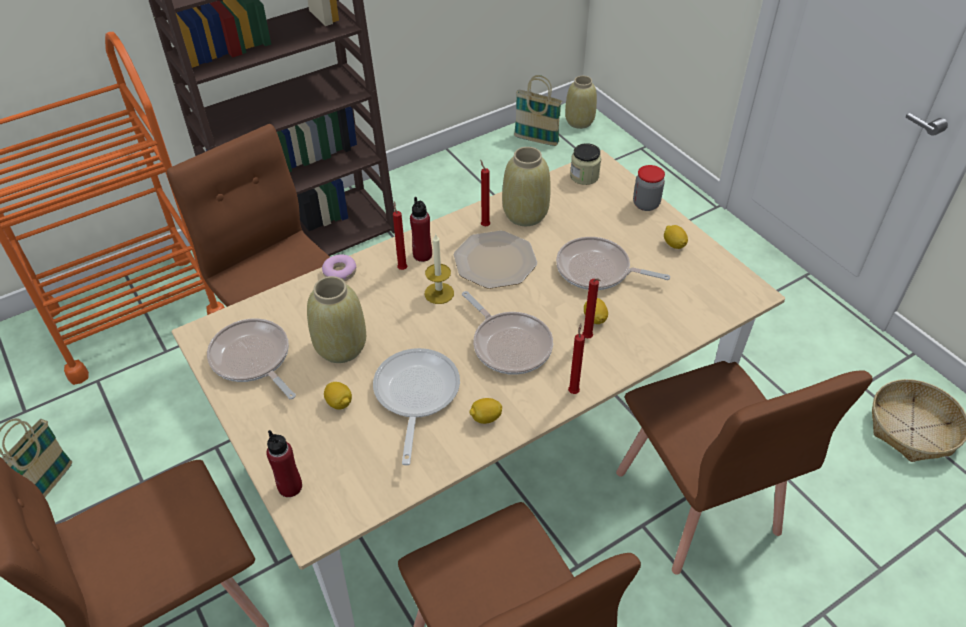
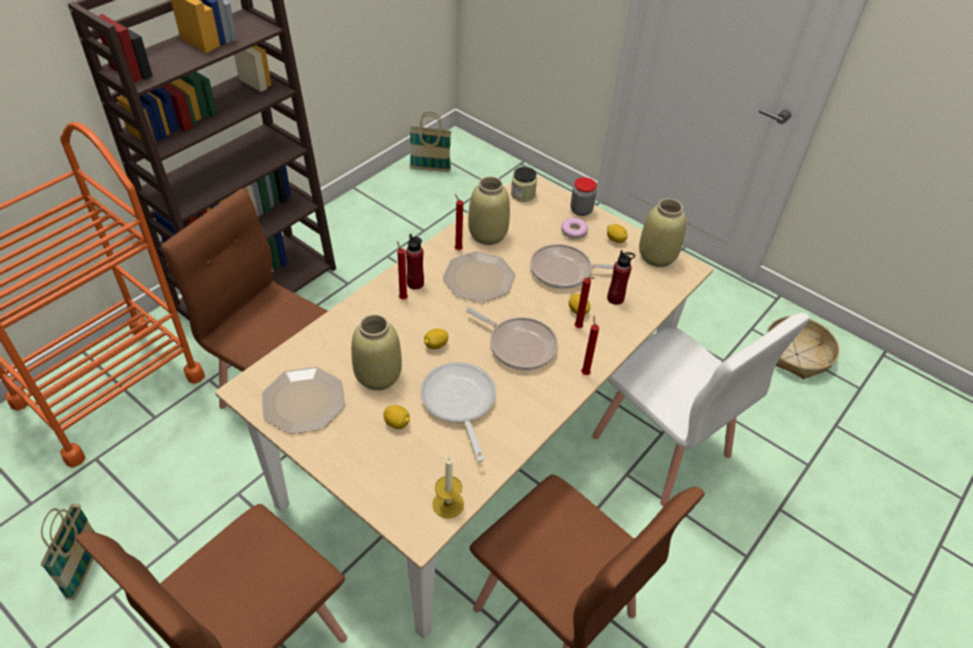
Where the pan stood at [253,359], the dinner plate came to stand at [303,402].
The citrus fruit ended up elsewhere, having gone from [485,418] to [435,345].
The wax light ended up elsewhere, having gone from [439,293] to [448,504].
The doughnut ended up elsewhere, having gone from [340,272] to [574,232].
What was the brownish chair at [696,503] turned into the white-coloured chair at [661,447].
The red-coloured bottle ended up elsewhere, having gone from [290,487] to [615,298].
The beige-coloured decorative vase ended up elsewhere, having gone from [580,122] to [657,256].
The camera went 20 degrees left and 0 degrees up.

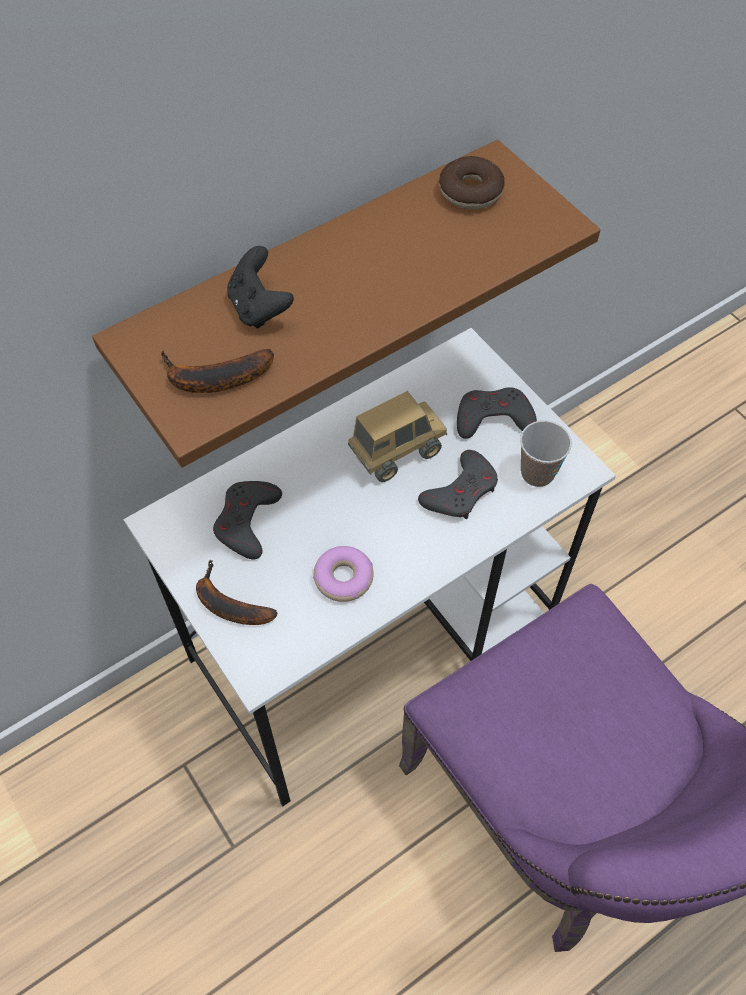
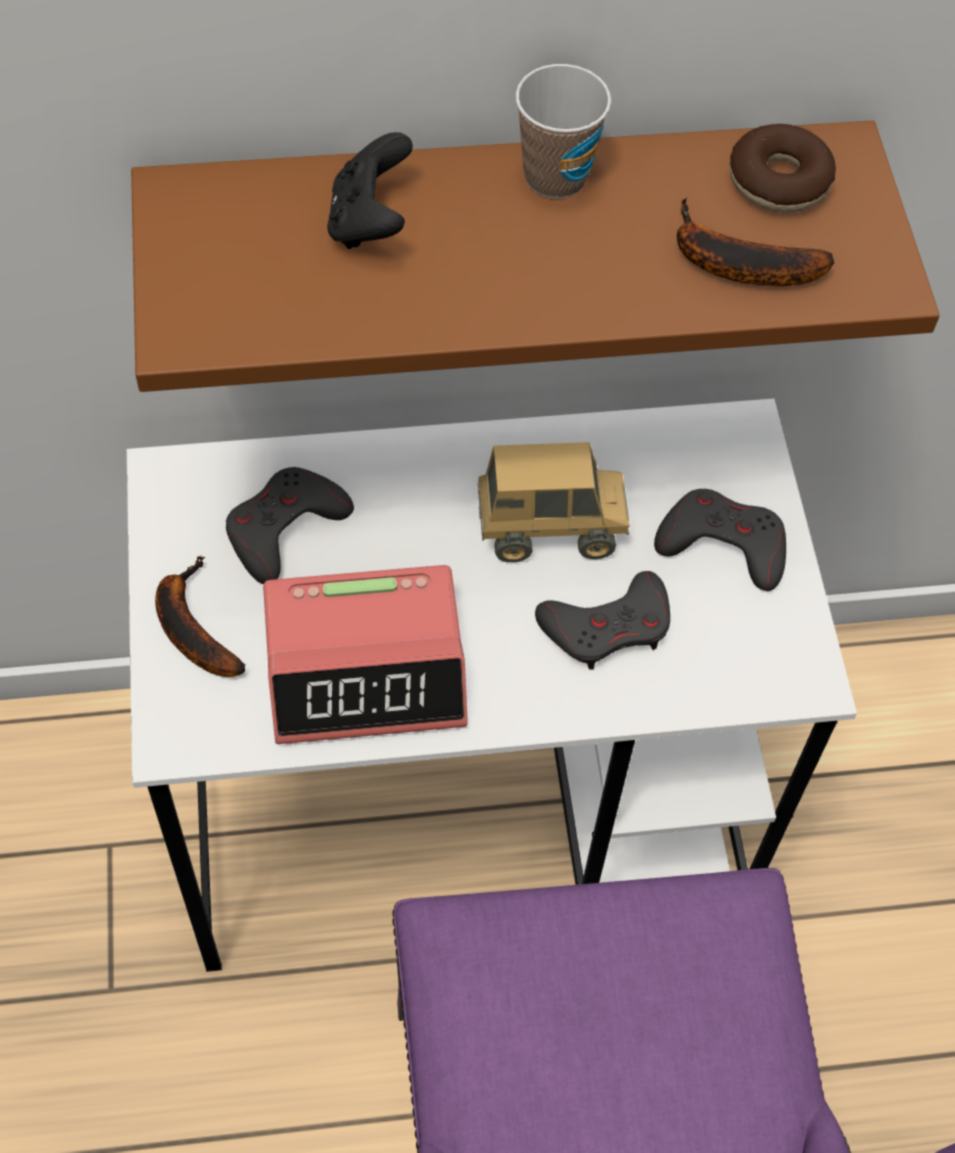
Where the doughnut stood at [344,578], the alarm clock came to stand at [366,668].
The small cup ended up elsewhere, having gone from [537,473] to [555,177].
The banana ended up elsewhere, having gone from [213,379] to [735,263].
The camera went 25 degrees right and 0 degrees up.

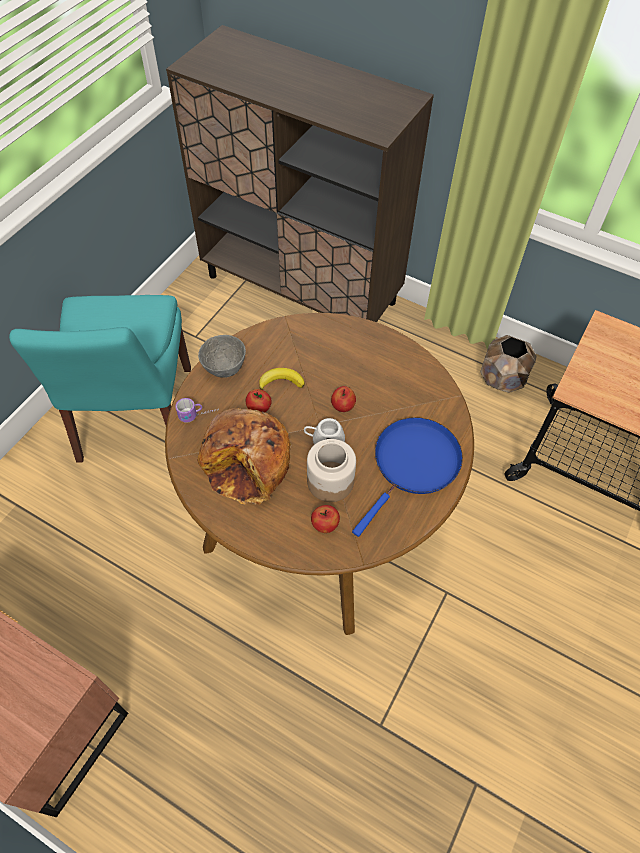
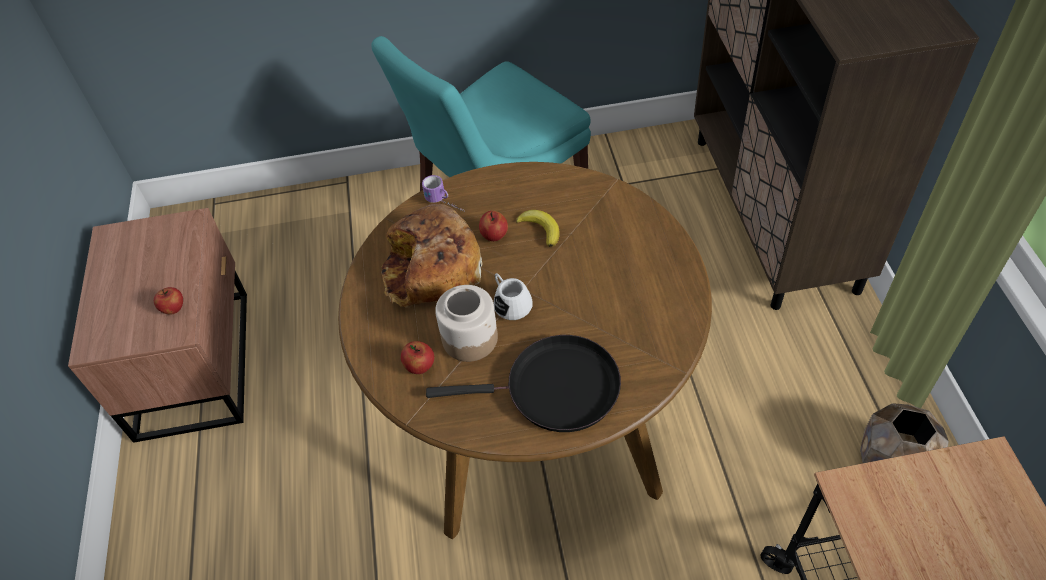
The apple ended up elsewhere, having gone from [343,407] to [174,309].
What was the bluish pan at [413,464] turned into the blackish pan at [555,389].
The second view lost the grey deep dish at [225,370].
The camera went 55 degrees right and 5 degrees down.

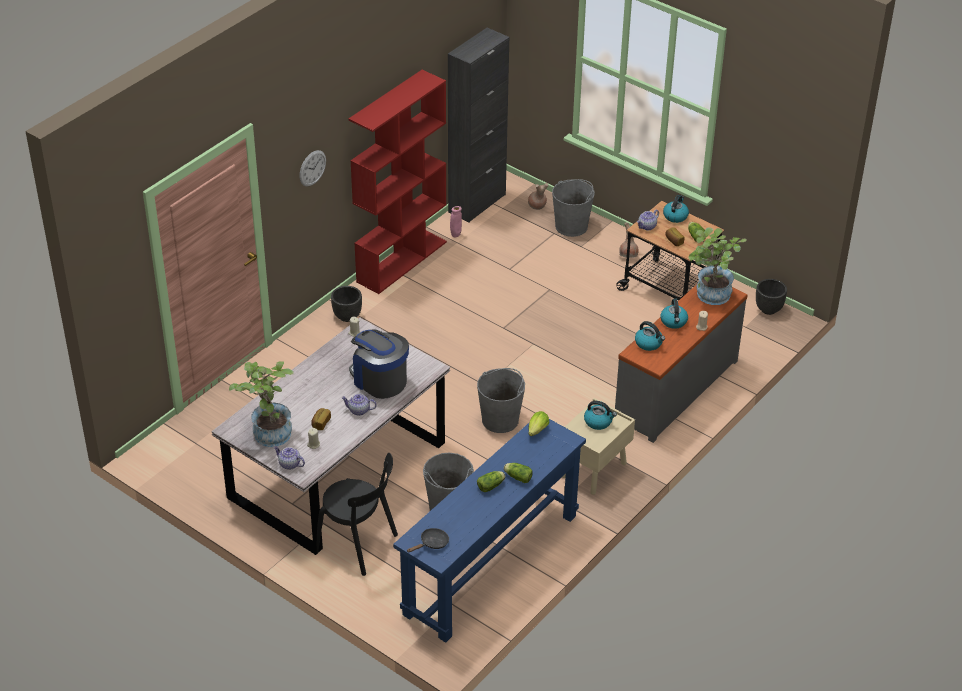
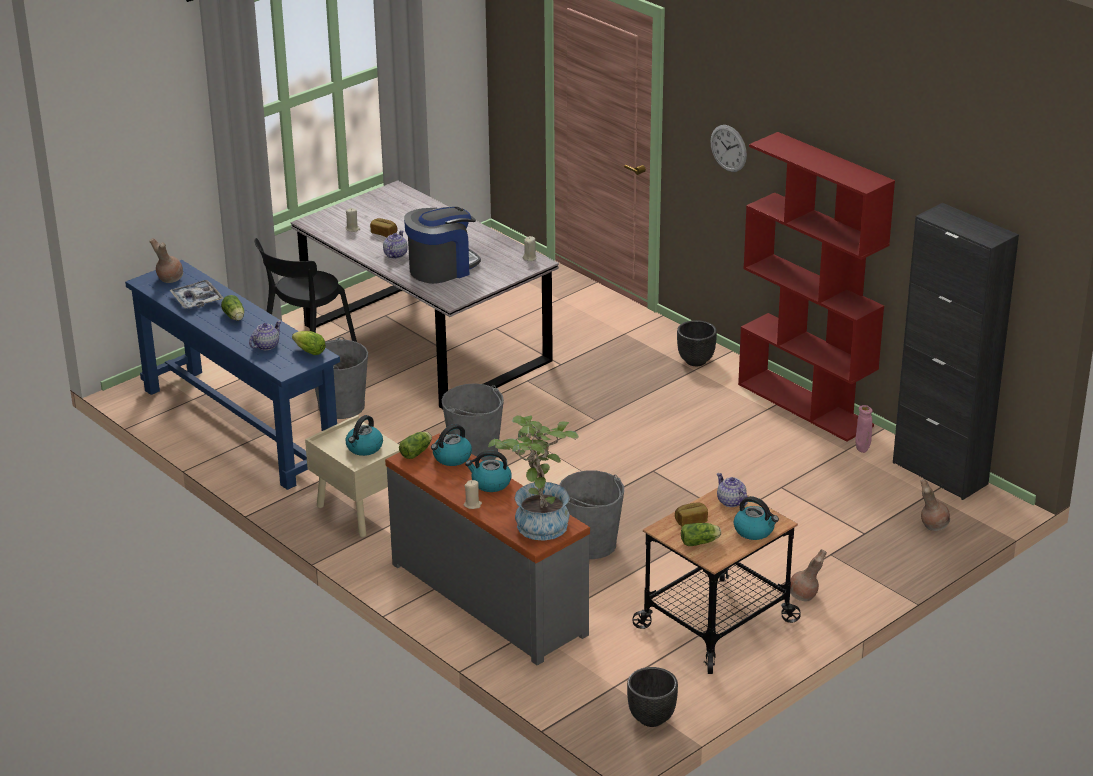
Where the blackish pan stood at [432,543], the brownish decorative vase came to stand at [169,279].
The second view gained the carrying tray at [197,299].
The tea pot ended up elsewhere, having gone from [289,464] to [266,345].
The lettuce ended up elsewhere, having gone from [517,477] to [417,452].
The grey pail ended up elsewhere, having gone from [571,226] to [591,544].
The second view lost the houseplant at [268,431].
The camera went 100 degrees right and 10 degrees down.

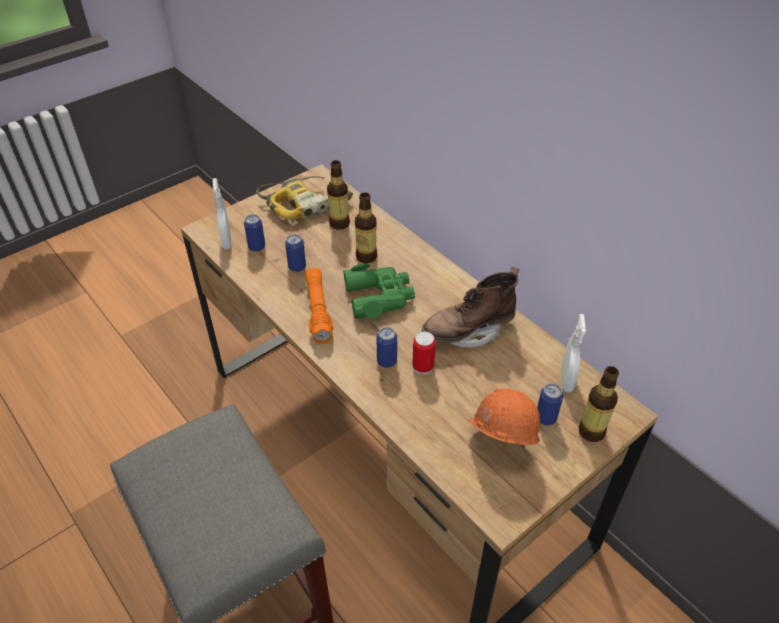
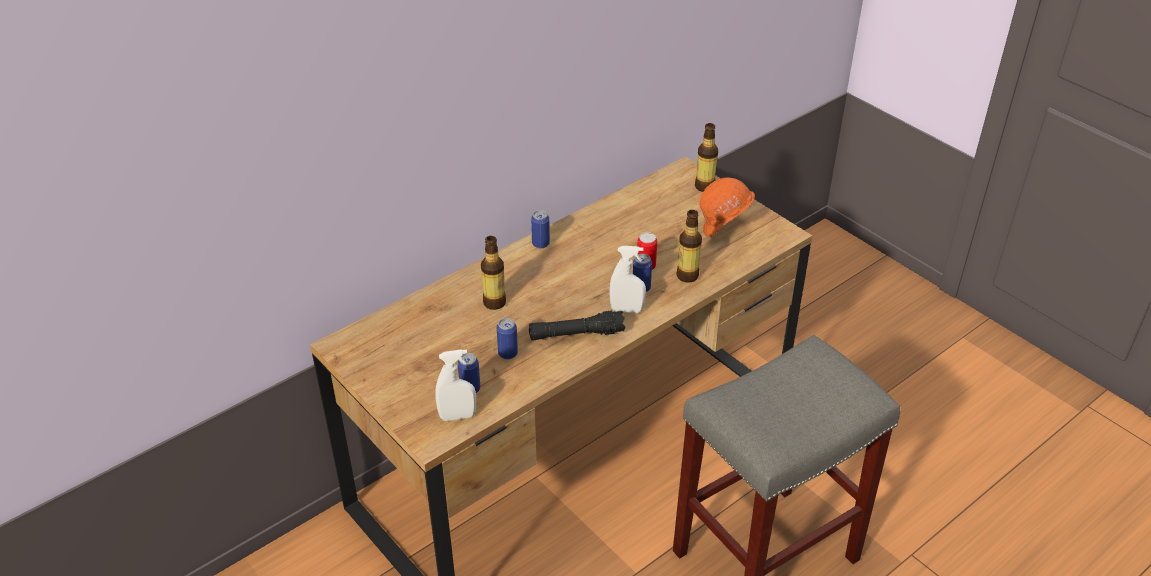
What was the orange-coloured flashlight at [318,311] turned into the blackish flashlight at [576,334].
The sealed can ended up elsewhere, having gone from [545,418] to [540,244].
The white-coloured spray bottle ended up elsewhere, having gone from [566,381] to [627,310].
The bottle ended up elsewhere, having gone from [339,223] to [687,276].
The second view lost the drill at [306,202].
The second view lost the green binoculars at [379,297].
The second view lost the brownish tall boot at [468,331].
The camera went 90 degrees left and 5 degrees down.

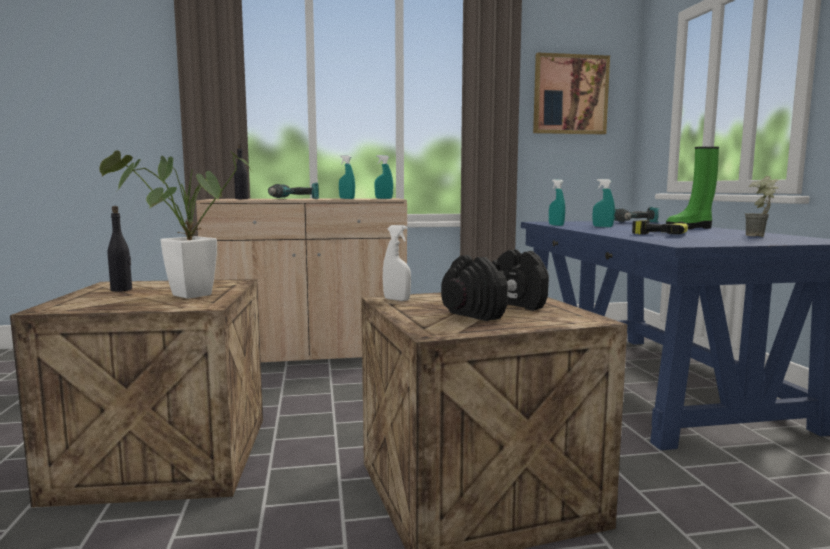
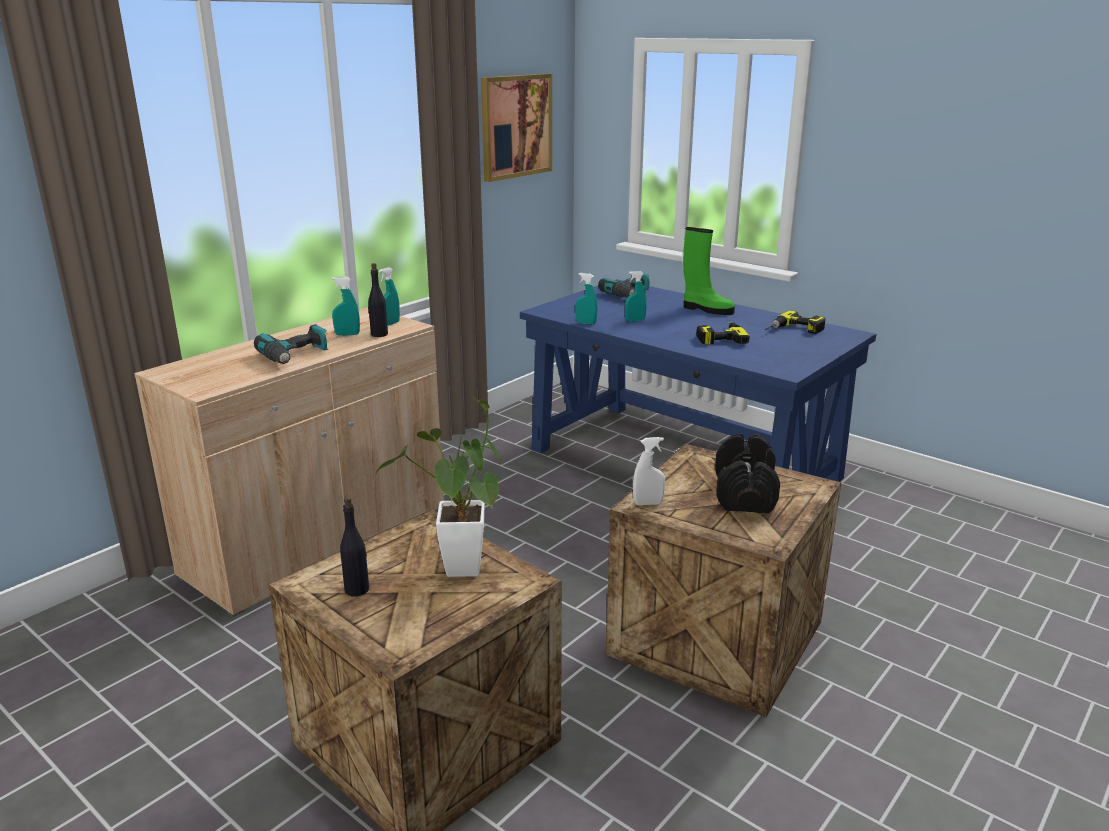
The blackish bottle ended up elsewhere, having gone from [241,199] to [379,334].
The green tall boot at [690,228] ended up facing another way, 90 degrees counterclockwise from before.
Where the houseplant stood at [760,236], the drill came to stand at [793,330].
The camera went 40 degrees left and 15 degrees up.

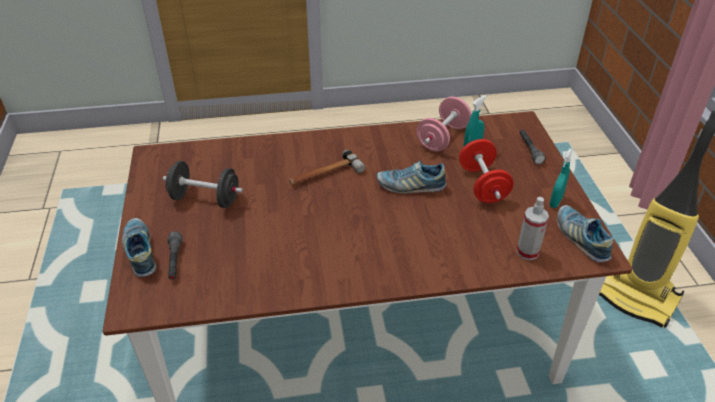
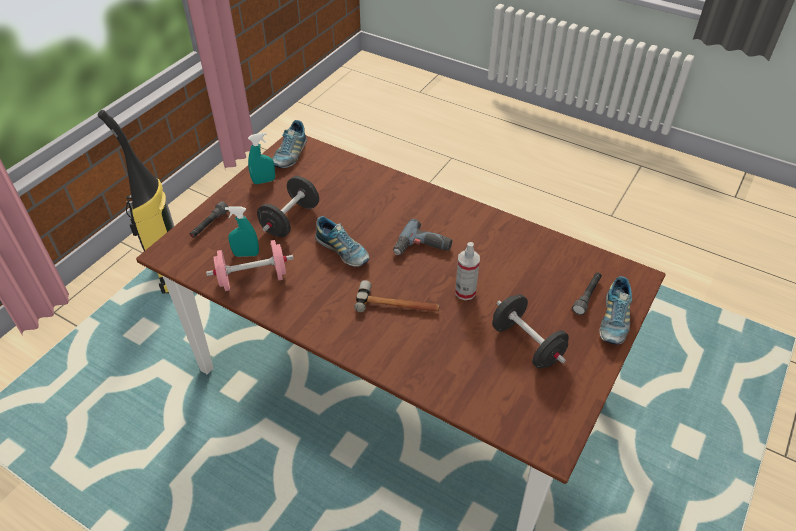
What was the red-coloured hand weight at [483,185] turned into the blackish hand weight at [290,220].
The second view gained the drill at [422,248].
The spray bottle ended up elsewhere, having gone from [527,252] to [465,292].
The camera went 140 degrees left and 5 degrees up.

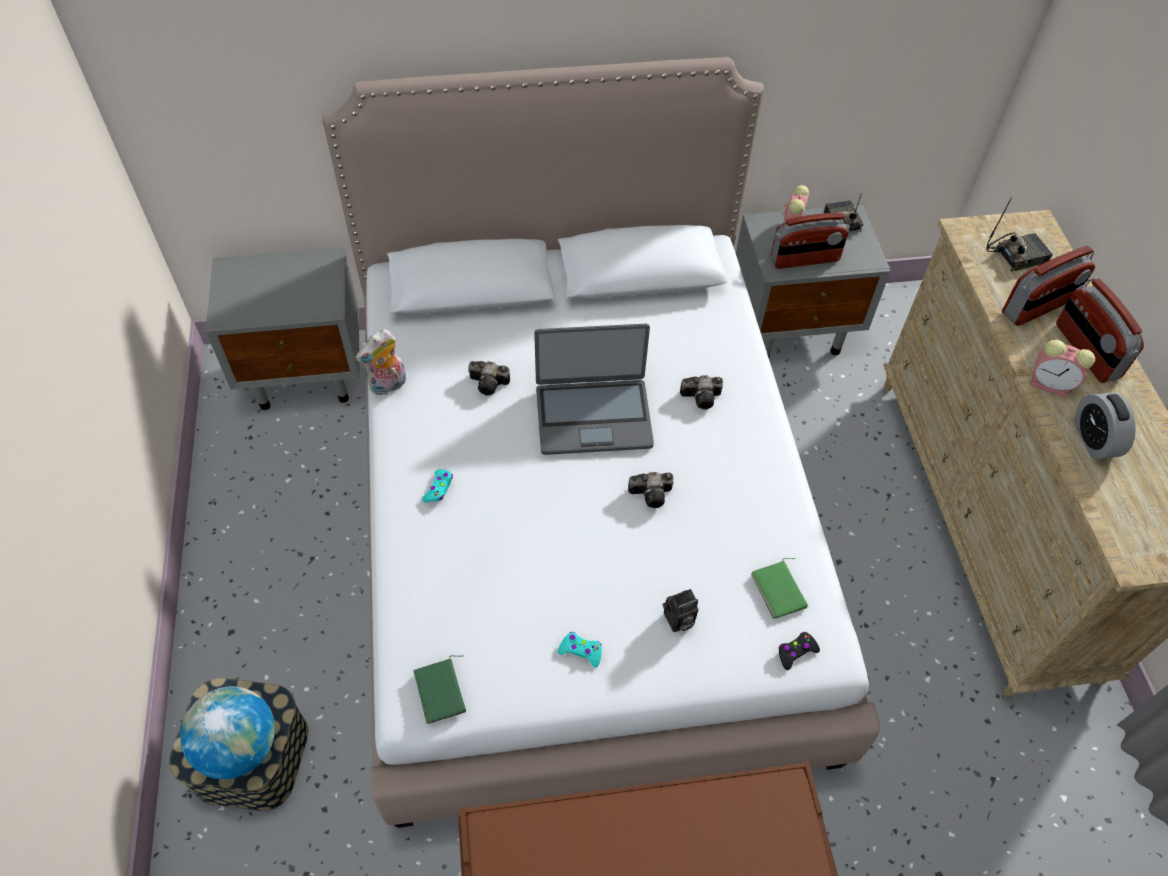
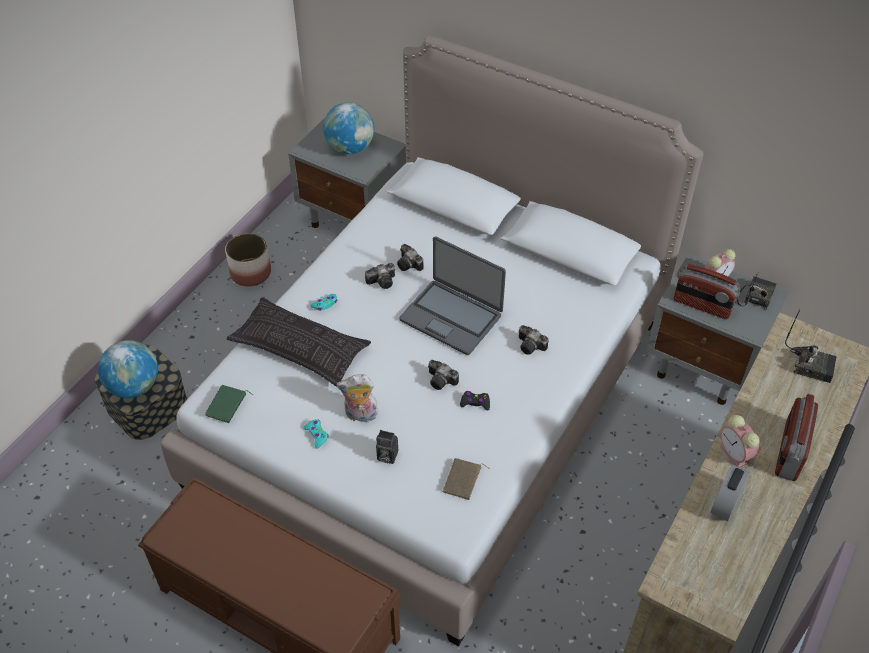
The second view gained the plant pot at [251,272].
The second view gained the pillow at [300,348].
The second view gained the globe at [350,148].
The soft toy ended up elsewhere, having gone from [388,386] to [360,415].
The second view gained the still camera at [383,281].
What was the green volume at [780,590] turned into the brownish volume at [463,481].
The blackish gamepad ended up elsewhere, having gone from [796,652] to [475,403].
The second view lost the radio receiver at [1038,307].
The camera went 40 degrees right and 5 degrees down.

